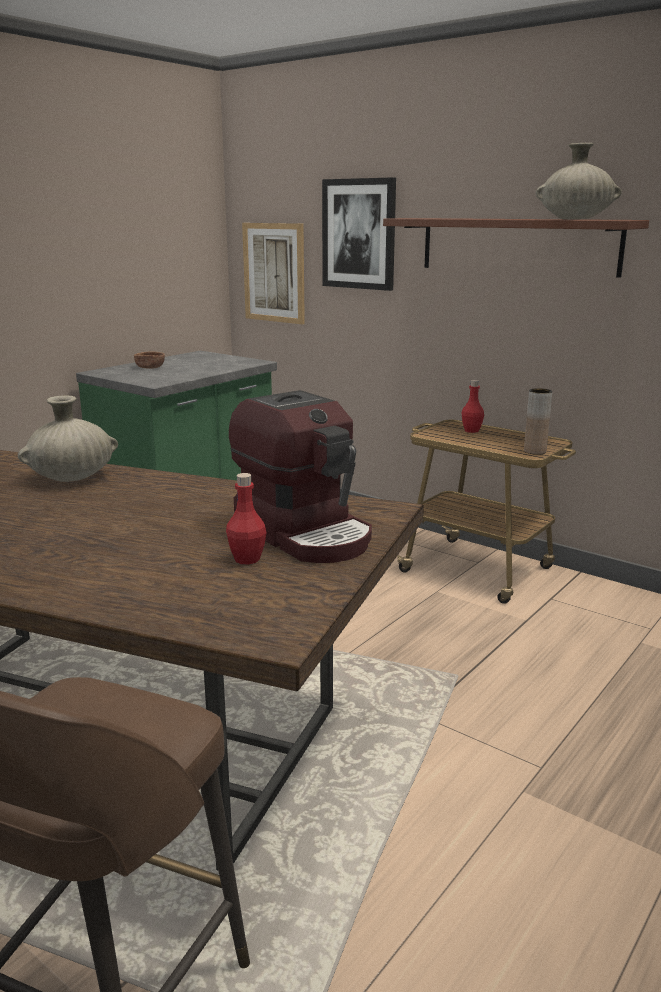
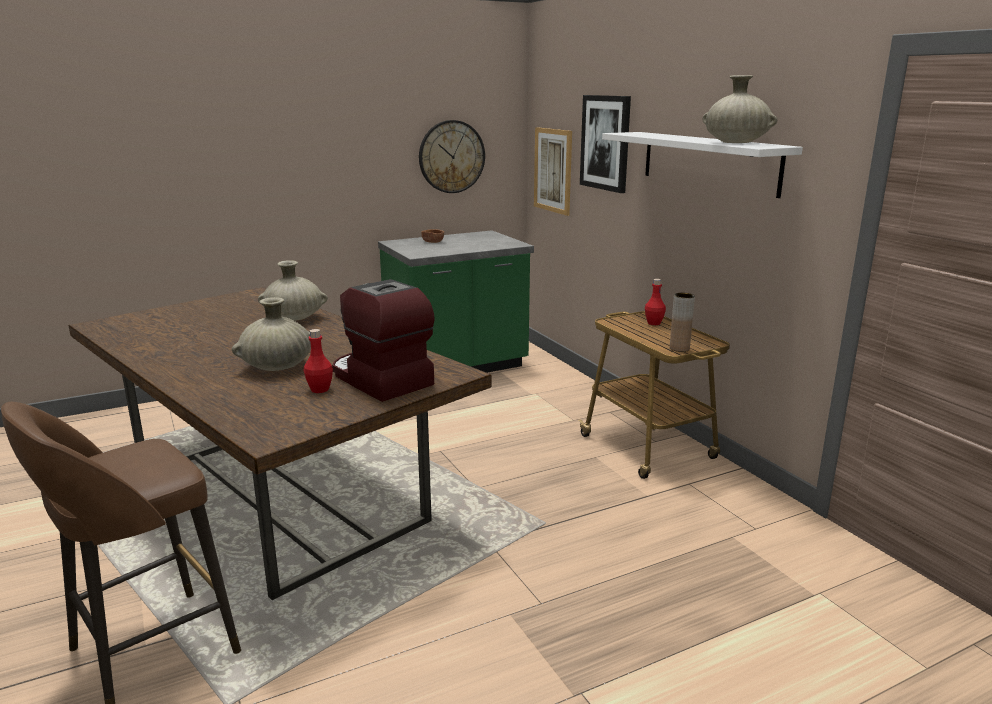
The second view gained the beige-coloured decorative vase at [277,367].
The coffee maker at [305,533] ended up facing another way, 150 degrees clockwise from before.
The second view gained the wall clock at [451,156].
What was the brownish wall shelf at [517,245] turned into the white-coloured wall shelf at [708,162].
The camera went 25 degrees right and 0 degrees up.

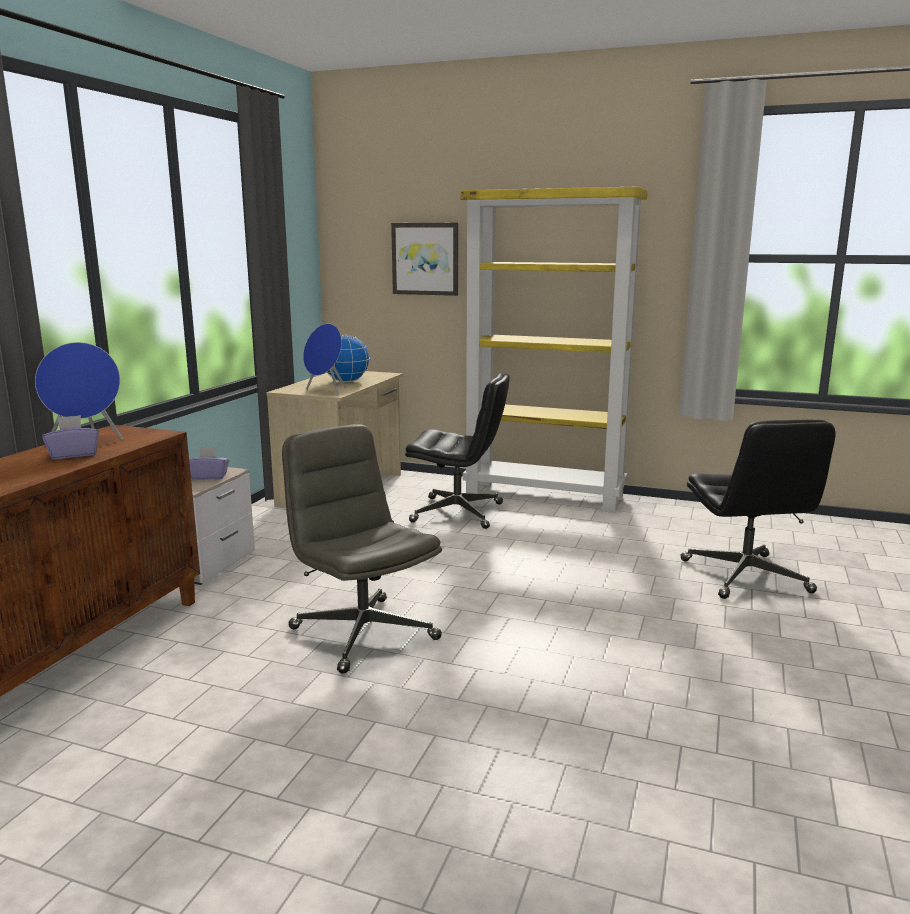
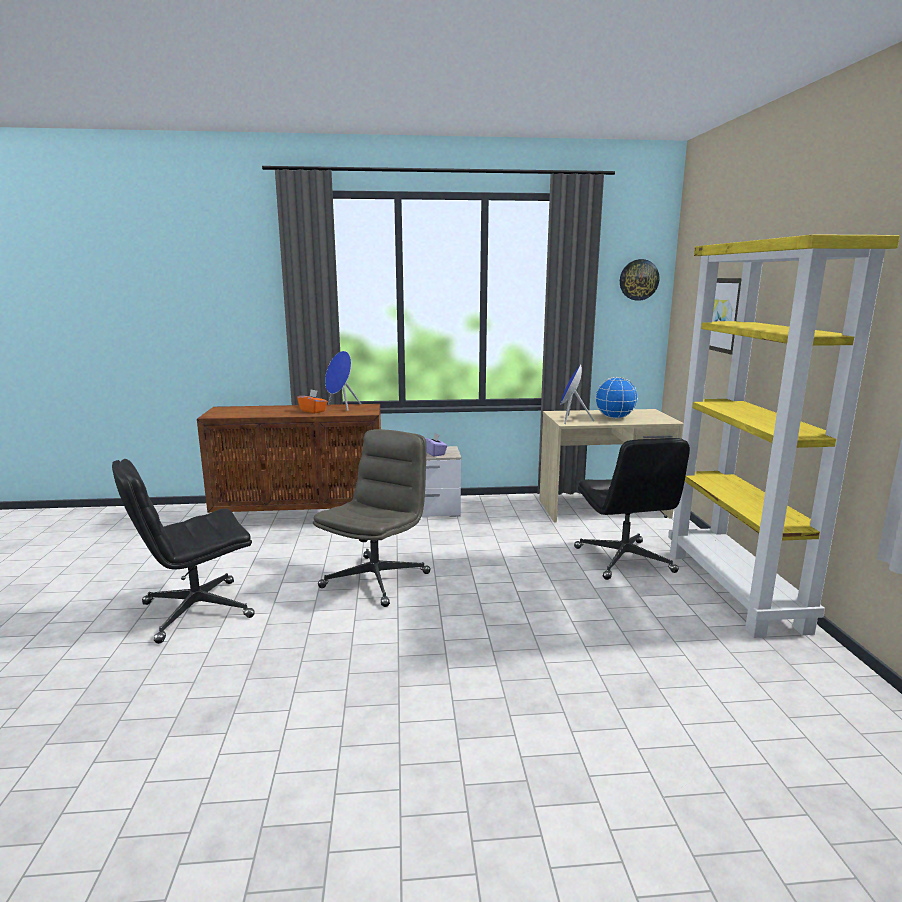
The blackish office chair ended up elsewhere, having gone from [746,577] to [196,611].
What was the purple-coloured box of tissues at [73,454] turned into the orange-coloured box of tissues at [313,411].
The second view gained the wall clock at [638,280].
The camera went 65 degrees right and 0 degrees up.

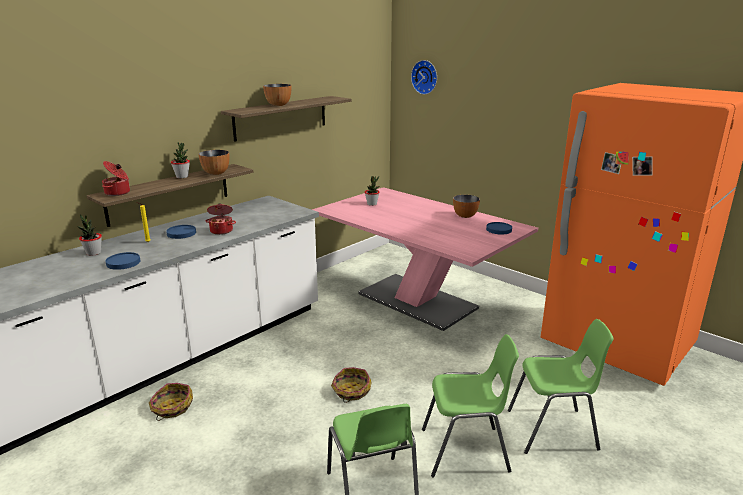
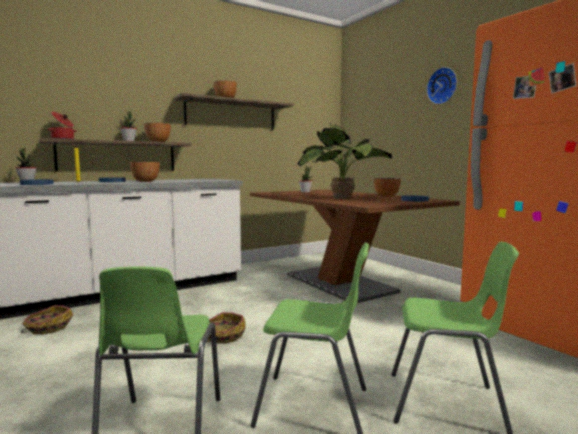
Where the cooking pot stood at [222,230], the deep dish came to stand at [146,181].
What was the pink-coloured dining table at [417,301] turned into the brownish dining table at [339,283].
The second view gained the houseplant at [341,198].
The wall clock ended up elsewhere, having gone from [425,77] to [443,86].
The camera went 15 degrees right and 15 degrees down.

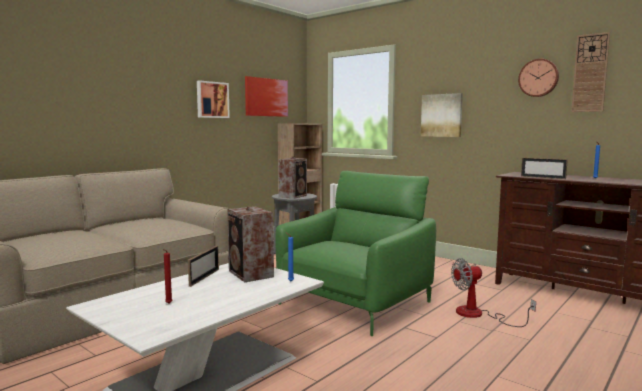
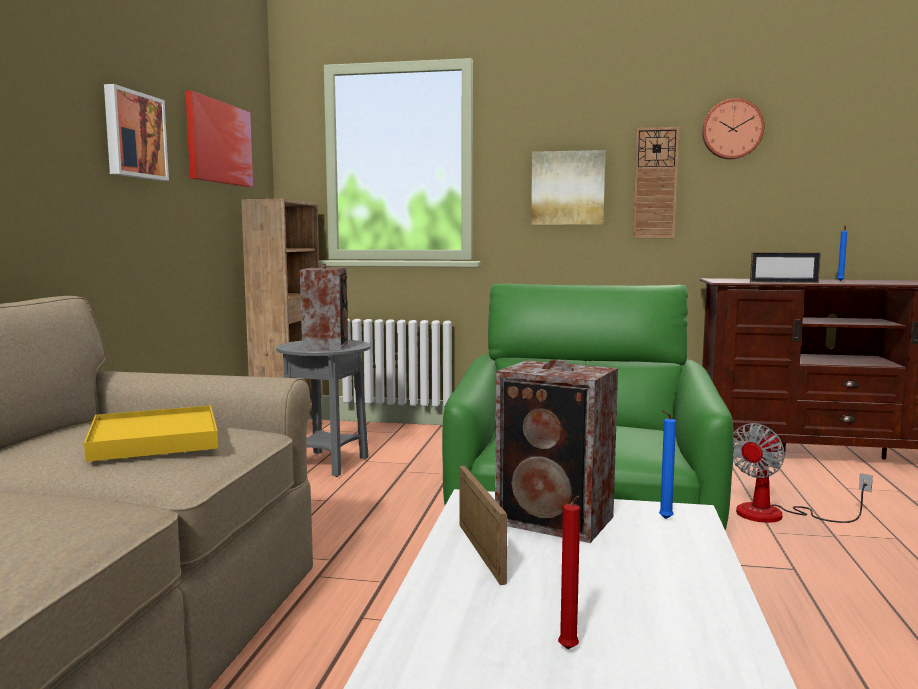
The second view gained the yellow-coloured carrying tray at [155,439].
The wall clock ended up elsewhere, having gone from [590,73] to [655,183].
The camera went 30 degrees left and 0 degrees up.

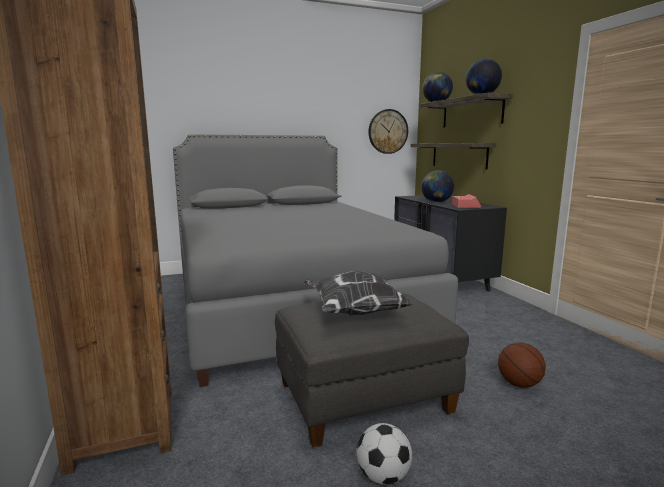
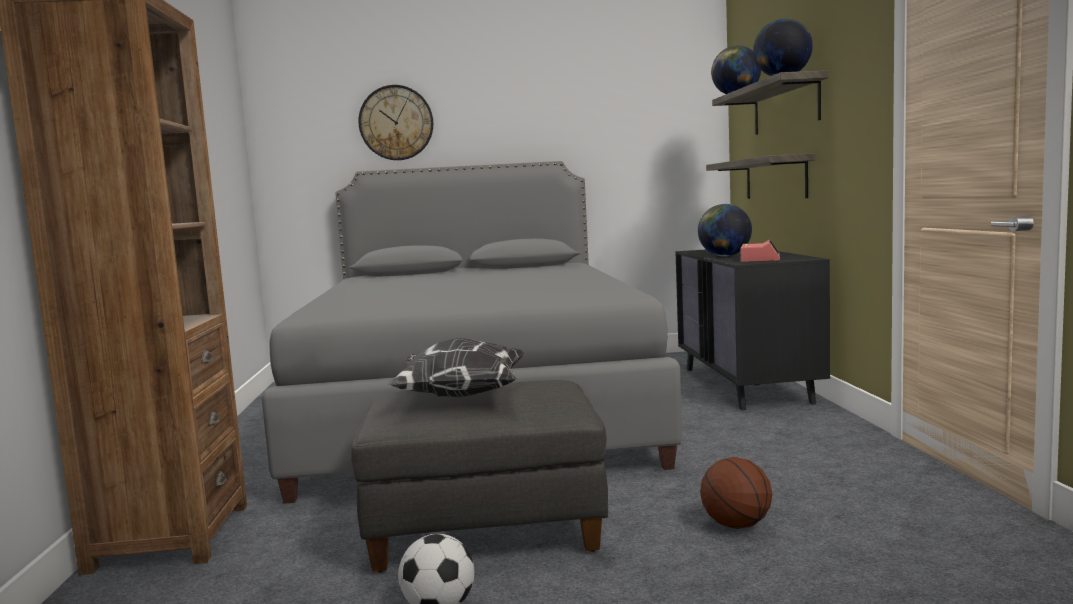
The wall clock ended up elsewhere, having gone from [388,131] to [396,123].
The camera went 15 degrees right and 5 degrees down.

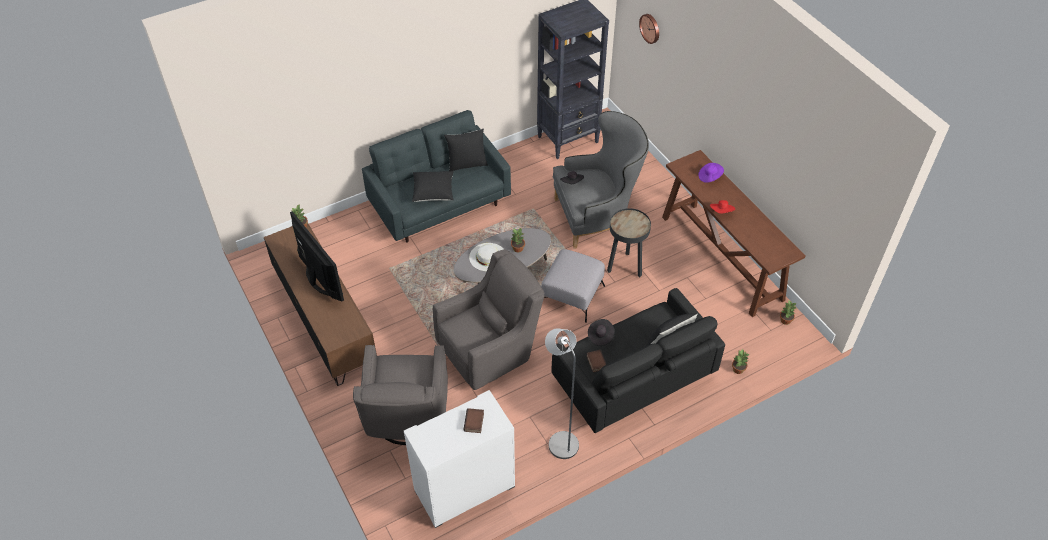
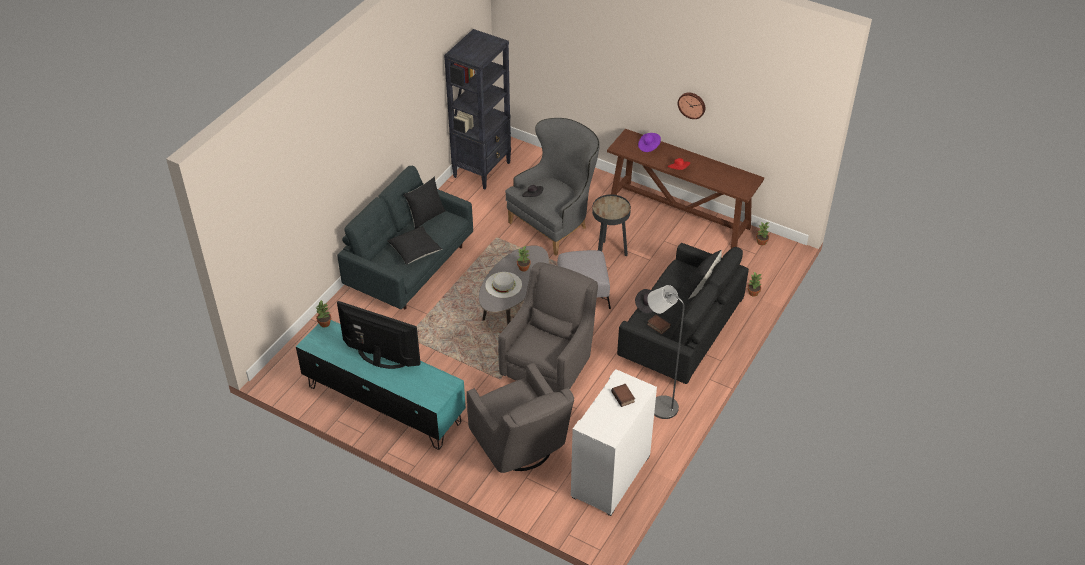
What was the brownish tv stand at [325,321] turned into the turquoise tv stand at [383,403].
The wall clock ended up elsewhere, having gone from [650,28] to [692,105].
The camera went 30 degrees left and 5 degrees down.

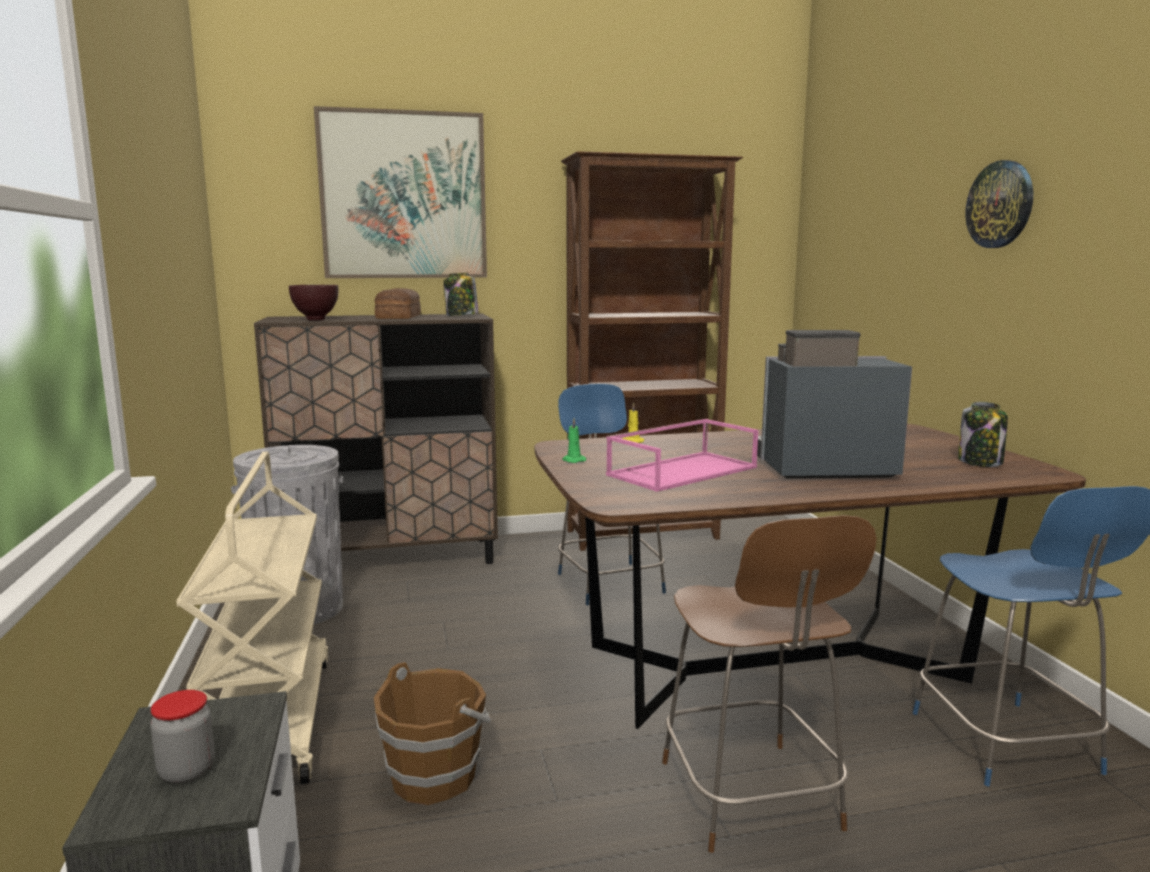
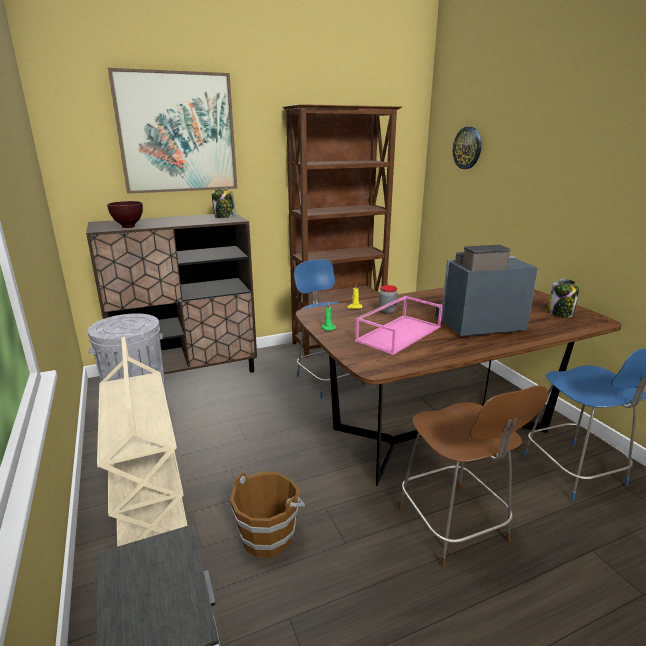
The jar ended up elsewhere, having gone from [187,771] to [387,311].
The wall clock ended up elsewhere, having gone from [1000,204] to [467,148].
The second view lost the baked bread at [400,317].
The camera went 10 degrees left and 10 degrees up.

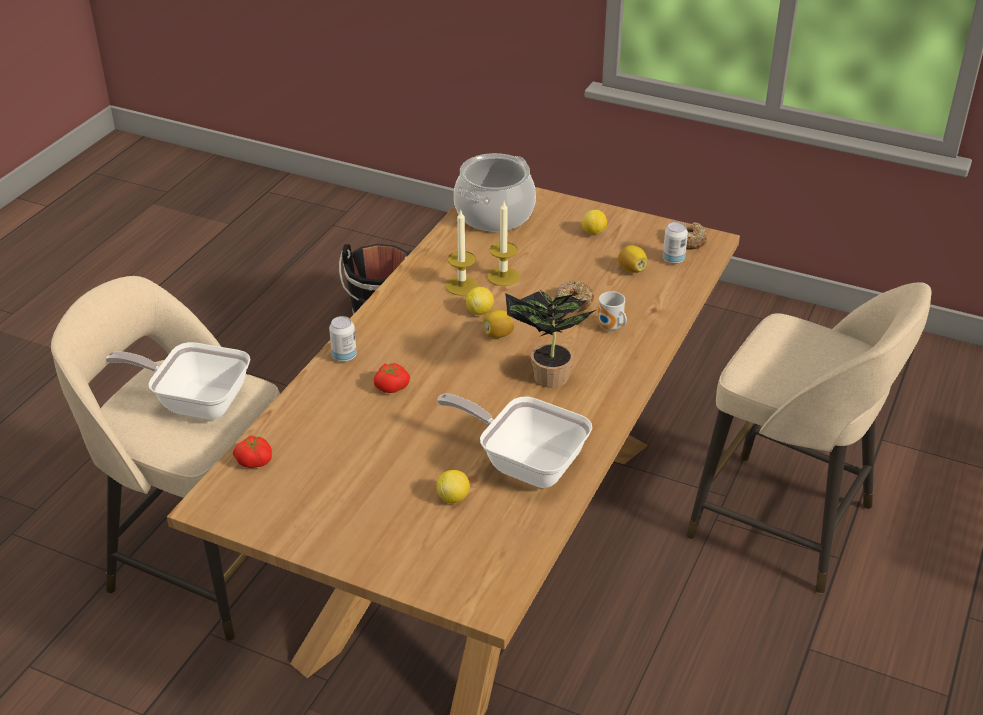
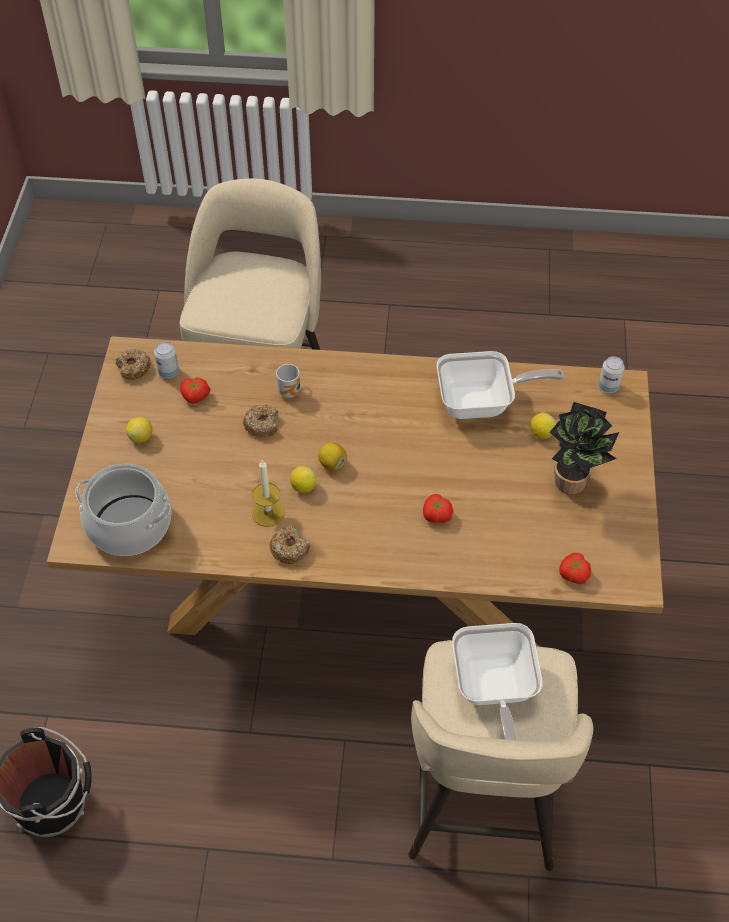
Where the citrus fruit stood at [632,269], the fresh tomato came to stand at [195,396].
The second view gained the doughnut at [289,549].
The pan at [524,462] ended up facing another way, 105 degrees counterclockwise from before.
The houseplant ended up elsewhere, having gone from [546,377] to [573,484].
The sealed can ended up elsewhere, having gone from [344,356] to [608,387].
The second view lost the wax light at [503,276].
The camera went 110 degrees left and 15 degrees up.

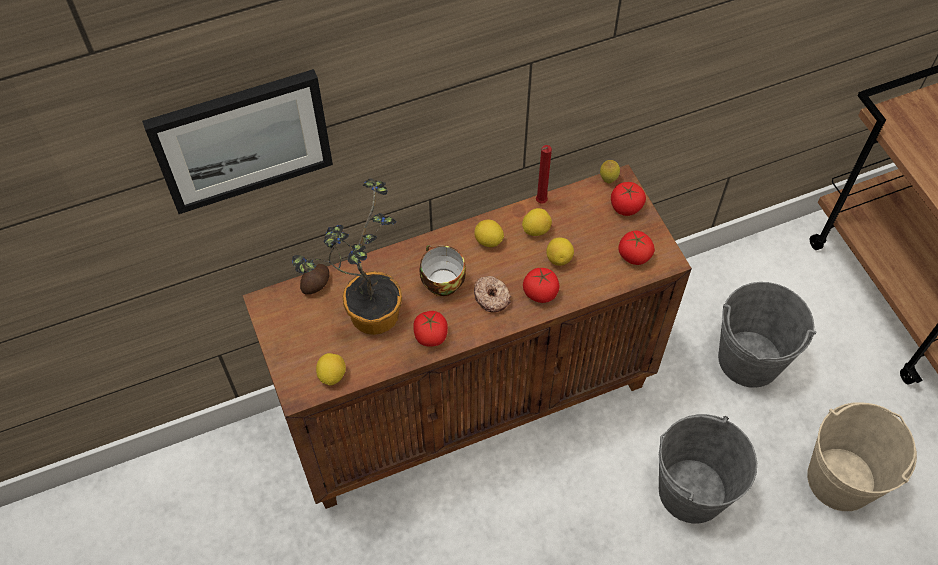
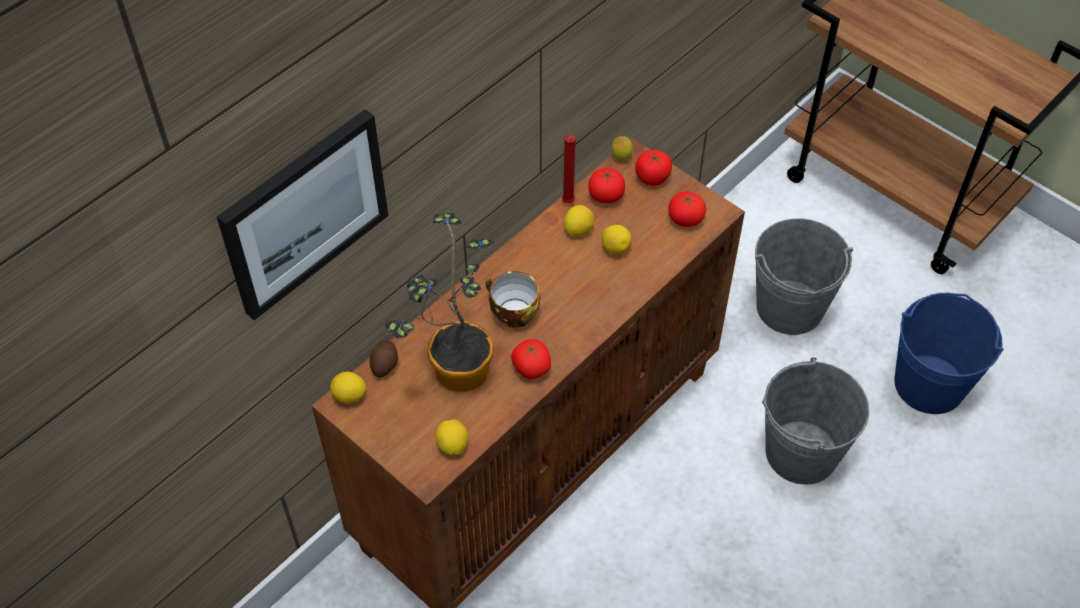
The citrus fruit ended up elsewhere, having gone from [488,241] to [349,396].
The fresh tomato ended up elsewhere, having gone from [540,292] to [606,196].
What was the beige-coloured pail at [841,479] turned into the bluish pail at [929,384].
The second view lost the doughnut at [492,297].
The camera went 25 degrees left and 5 degrees down.

